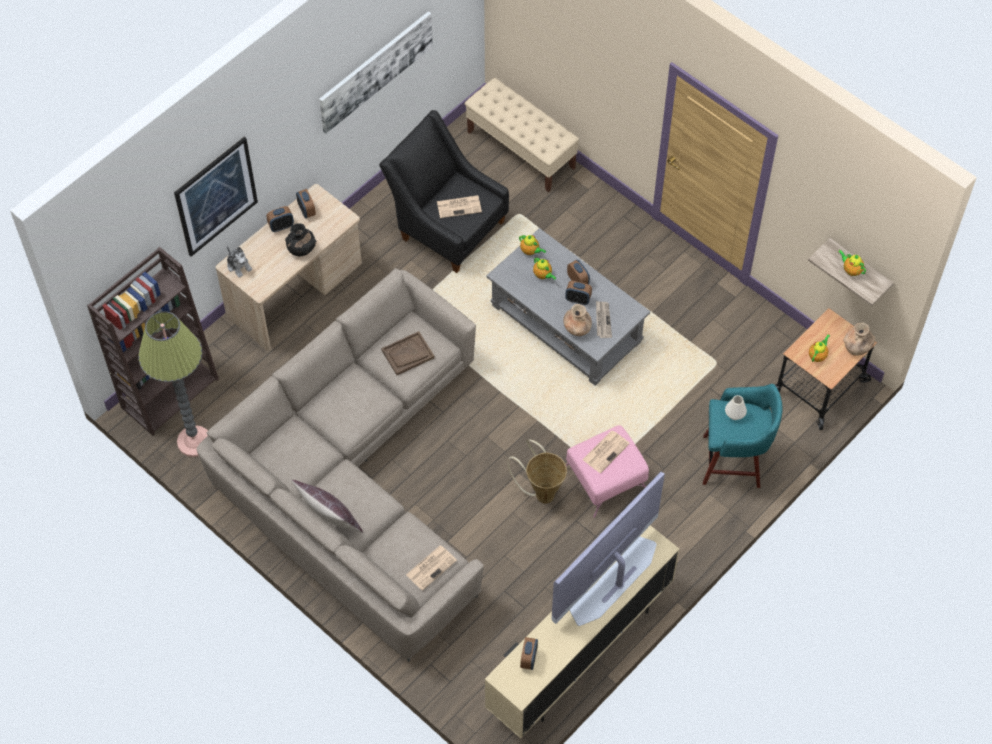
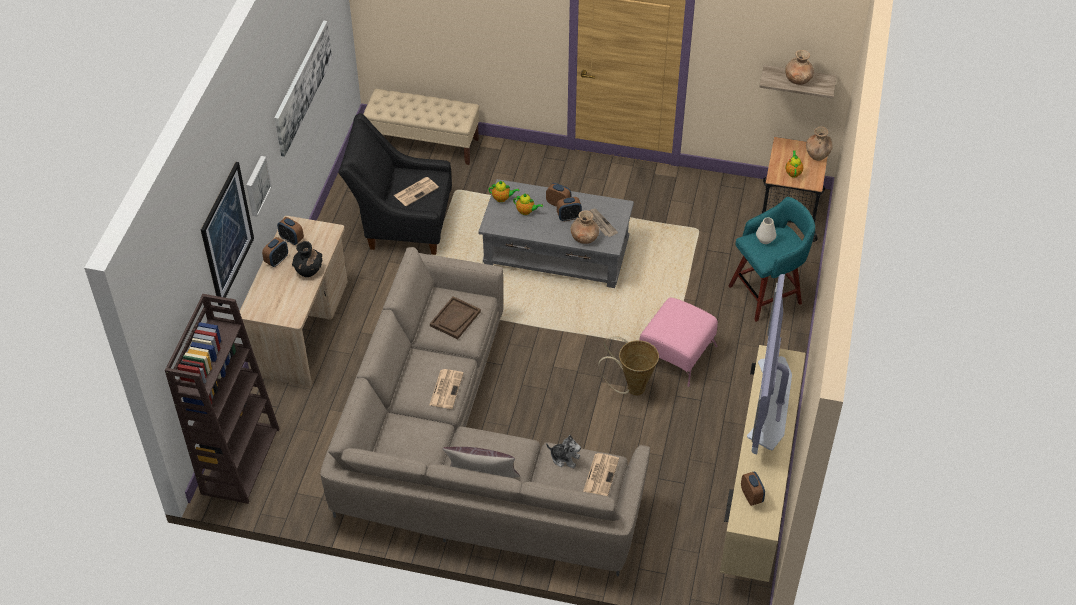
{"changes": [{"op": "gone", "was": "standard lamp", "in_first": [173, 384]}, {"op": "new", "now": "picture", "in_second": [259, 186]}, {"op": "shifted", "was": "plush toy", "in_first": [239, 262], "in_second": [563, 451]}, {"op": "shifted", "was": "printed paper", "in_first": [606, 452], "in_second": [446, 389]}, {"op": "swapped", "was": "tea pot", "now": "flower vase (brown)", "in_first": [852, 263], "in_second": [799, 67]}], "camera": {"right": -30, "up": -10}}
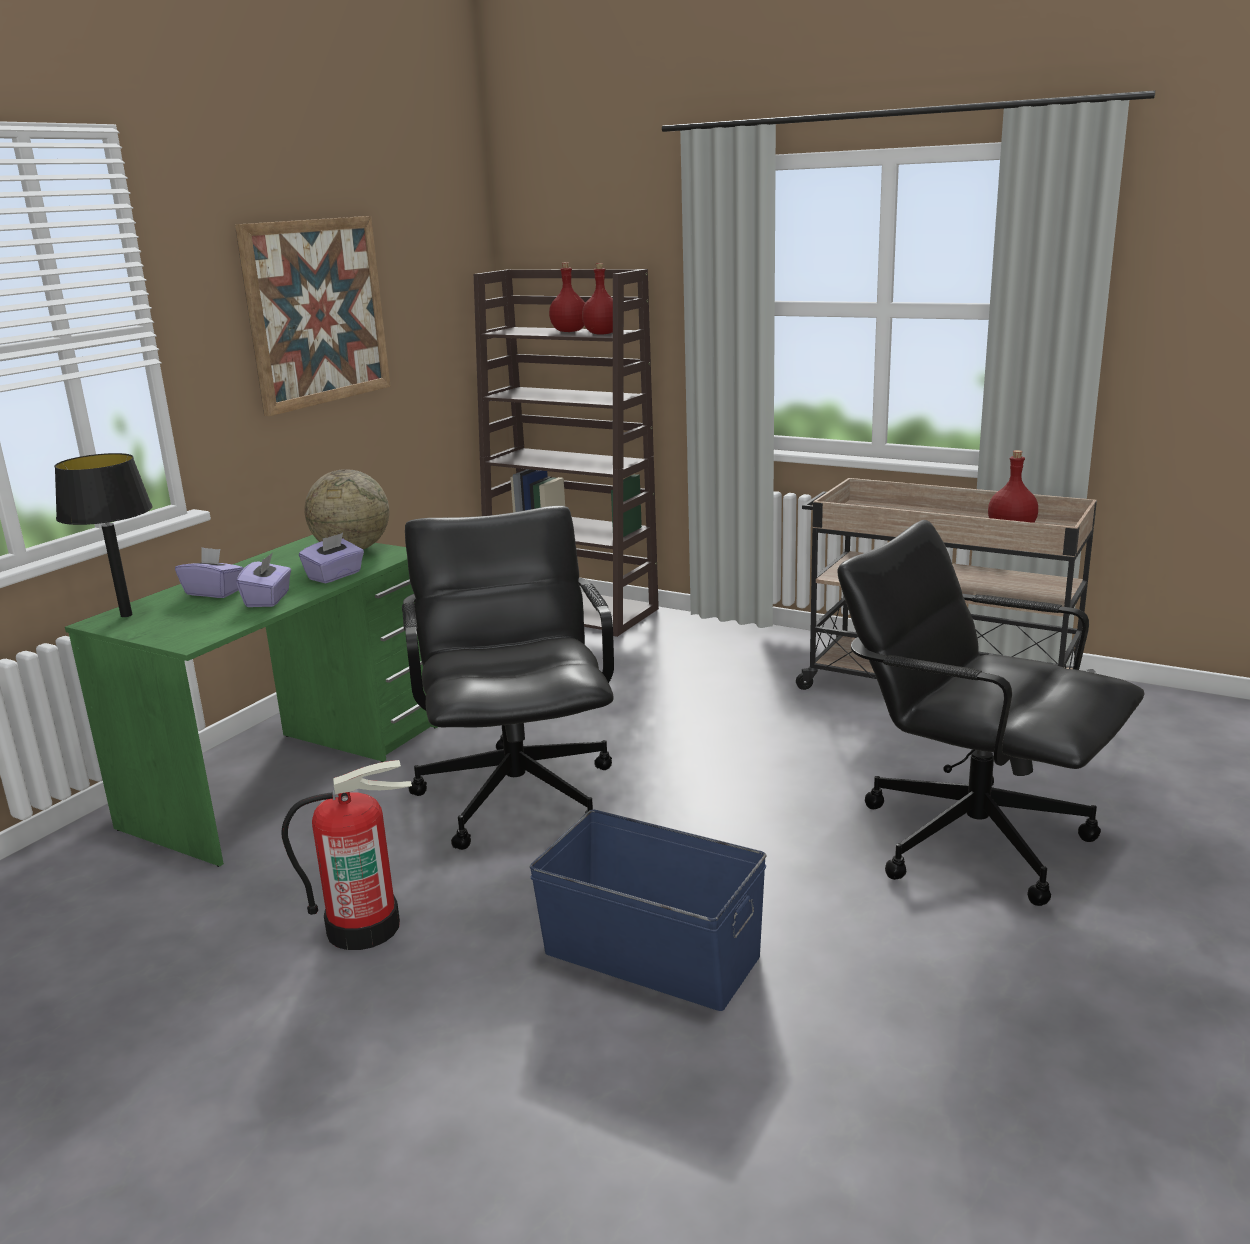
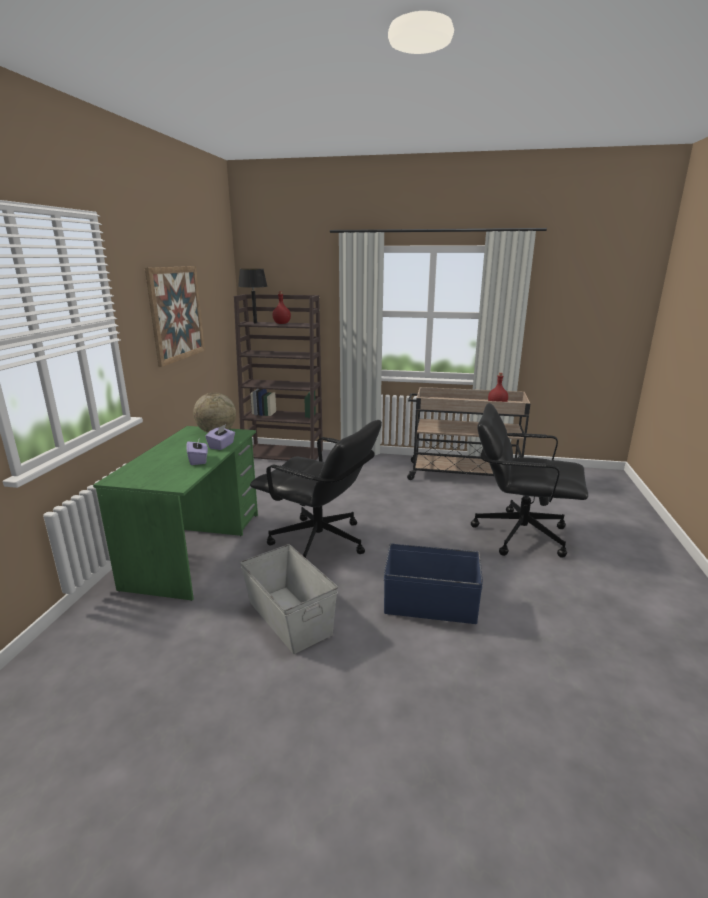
{"changes": [{"op": "gone", "was": "tissue box (purple)", "in_first": [209, 572]}, {"op": "gone", "was": "drink bottle (red)", "in_first": [597, 299]}, {"op": "shifted", "was": "table lamp (black)", "in_first": [103, 535], "in_second": [253, 296]}, {"op": "swapped", "was": "extinguisher", "now": "storage container (greyish)", "in_first": [347, 855], "in_second": [289, 599]}, {"op": "rotated", "was": "desk chair (black)", "in_first": [508, 678], "in_second": [316, 490], "clockwise": 150}], "camera": {"right": -20, "up": 0}}
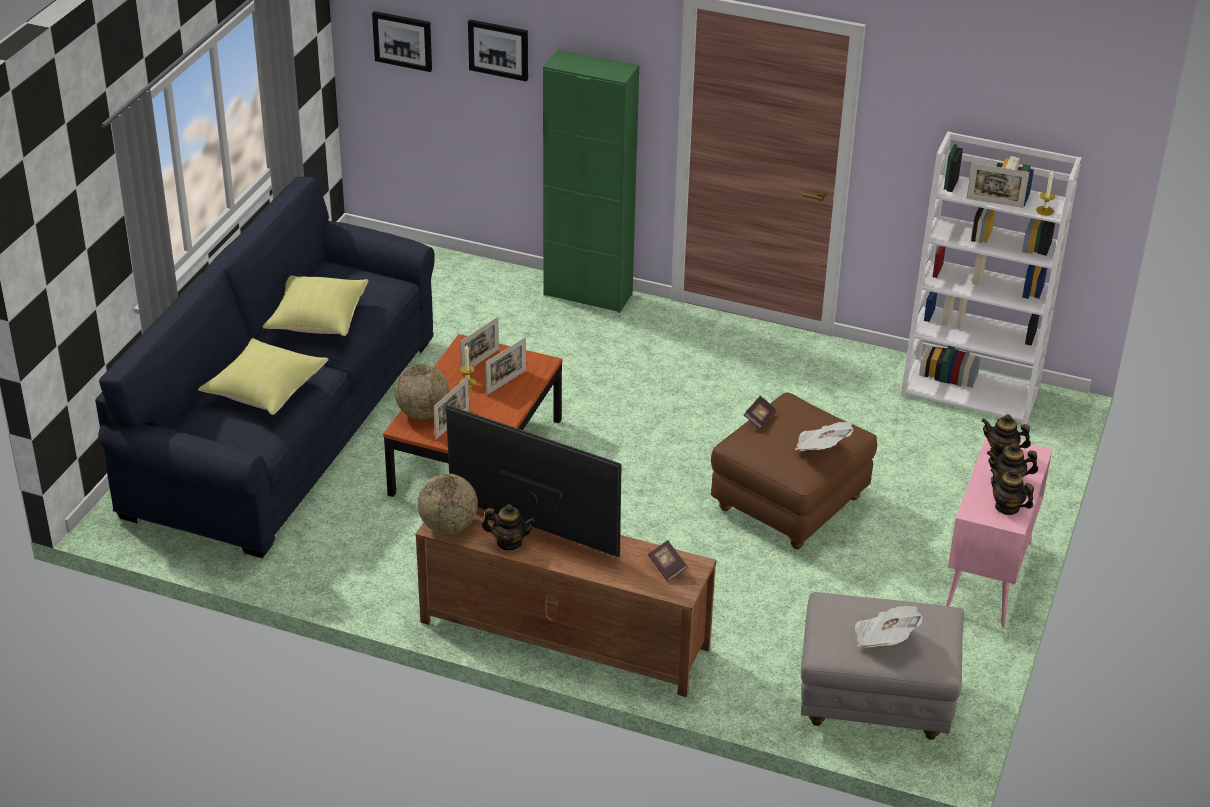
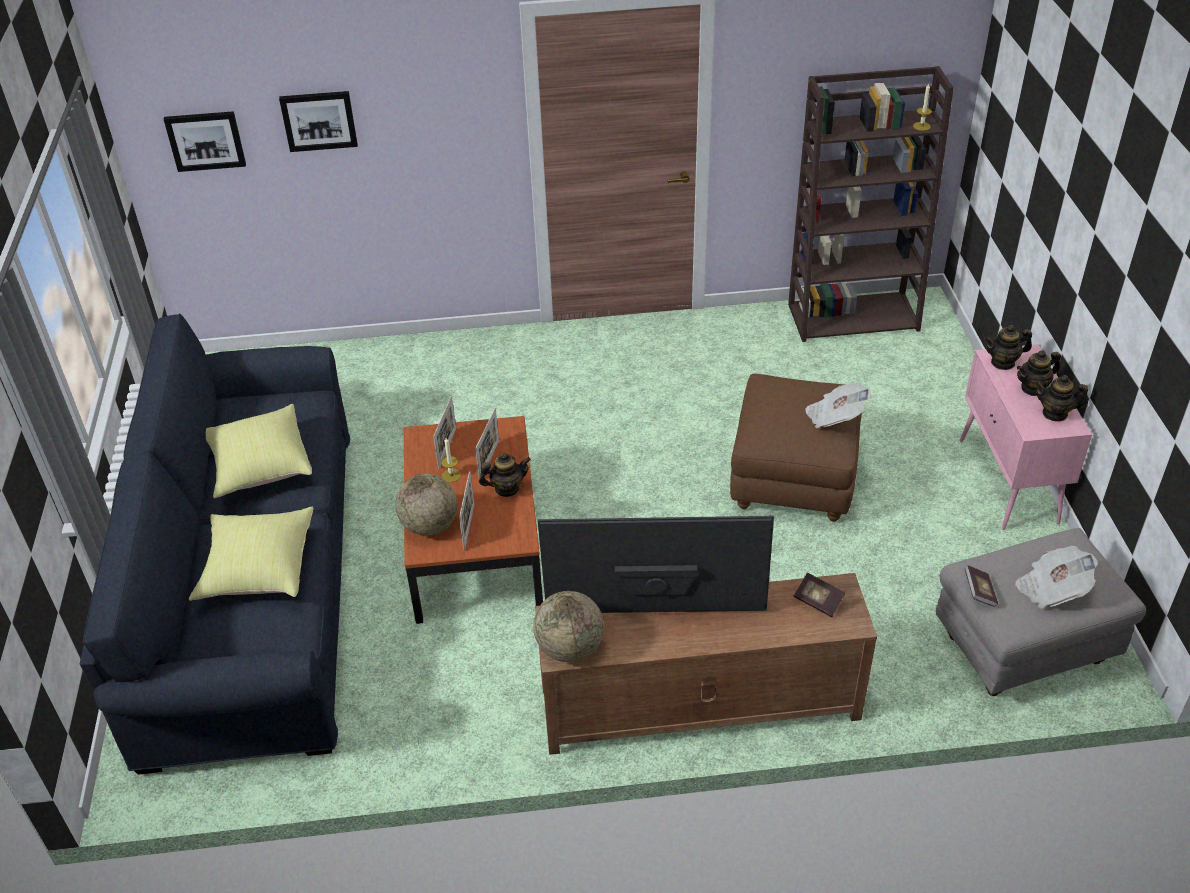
{"changes": [{"op": "gone", "was": "cabinet (green-coloured)", "in_first": [591, 181]}, {"op": "gone", "was": "standing frame", "in_first": [997, 185]}, {"op": "shifted", "was": "tea pot", "in_first": [508, 527], "in_second": [505, 474]}, {"op": "shifted", "was": "volume", "in_first": [760, 412], "in_second": [981, 586]}, {"op": "repainted", "was": "shelving unit (whitish)", "now": "shelving unit (brown)", "in_first": [991, 278], "in_second": [871, 204]}], "camera": {"right": -25, "up": 5}}
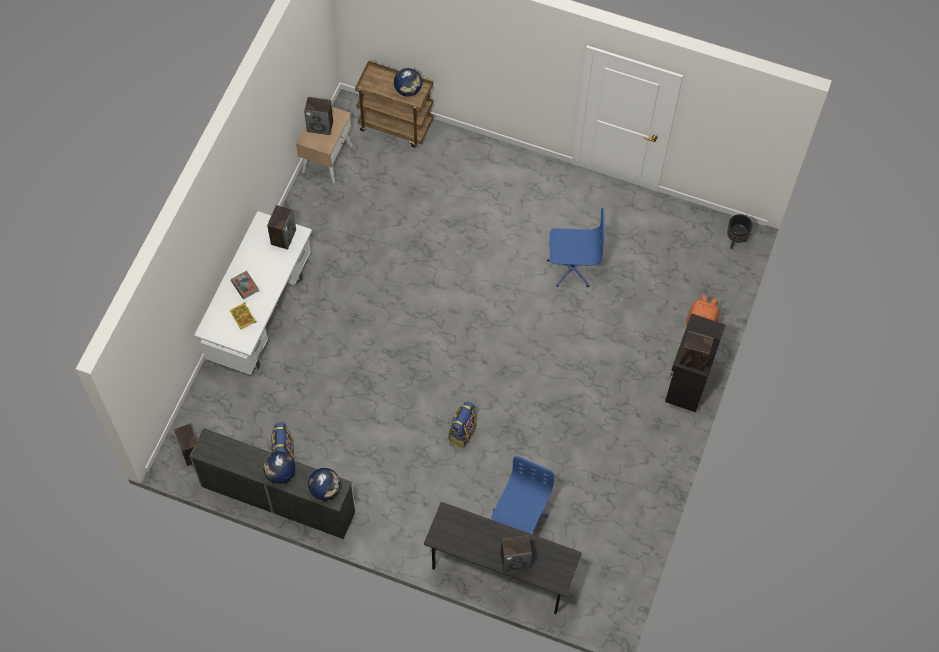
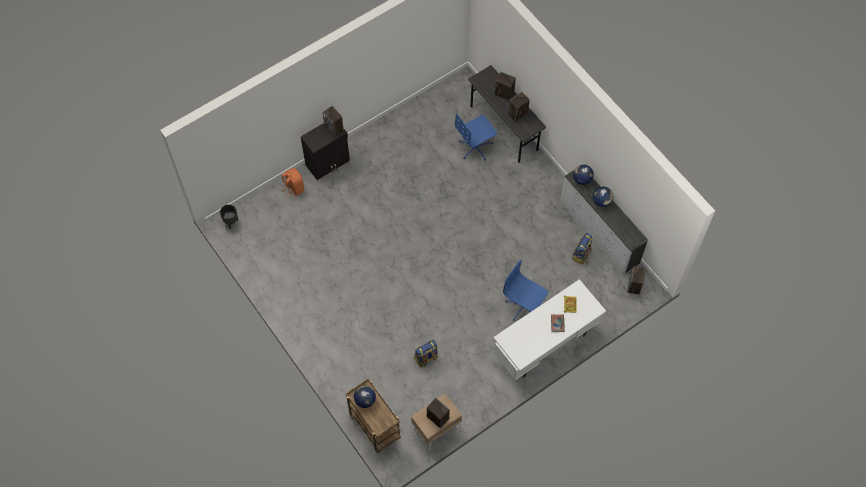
{"changes": [{"op": "shifted", "was": "speaker", "in_first": [281, 227], "in_second": [519, 107]}, {"op": "shifted", "was": "rucksack", "in_first": [463, 425], "in_second": [426, 353]}, {"op": "shifted", "was": "desk chair (blue-coloured)", "in_first": [576, 248], "in_second": [525, 290]}], "camera": {"right": -145, "up": 0}}
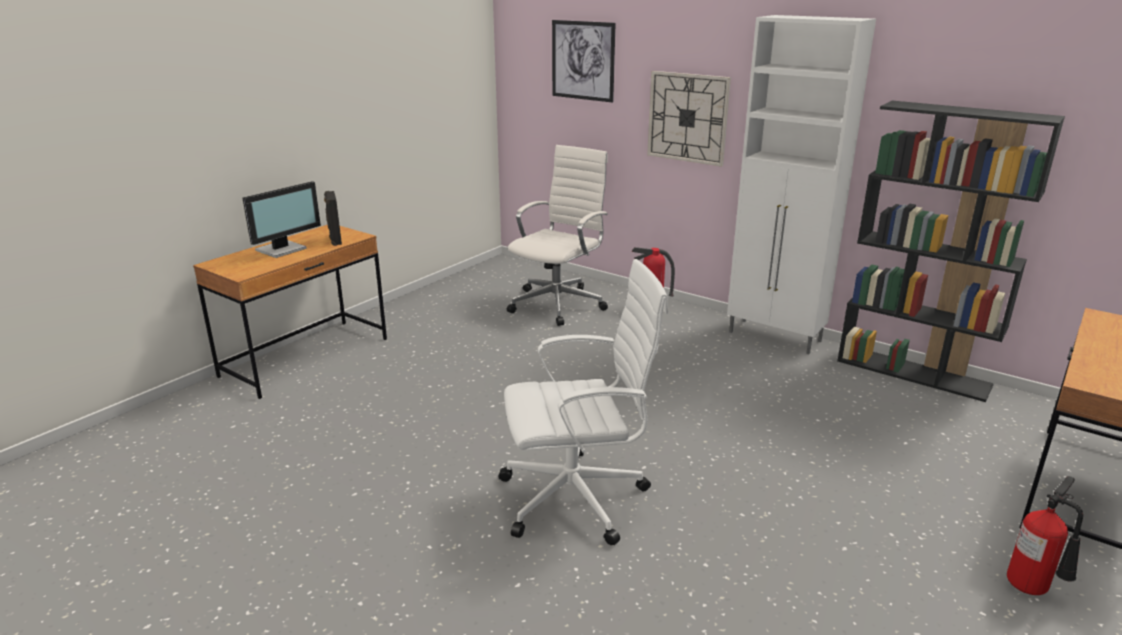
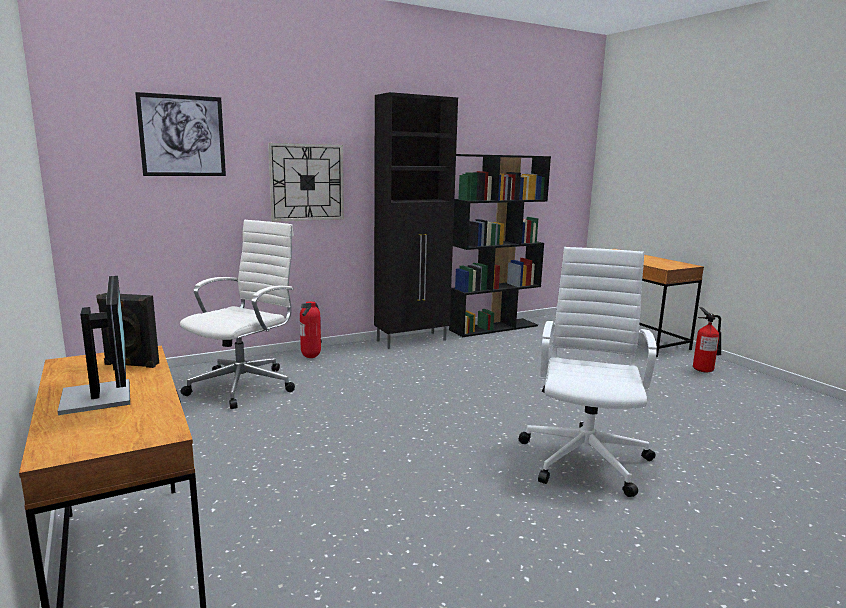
{"changes": [{"op": "repainted", "was": "cabinet (whitish)", "now": "cabinet (black)", "in_first": [801, 184], "in_second": [416, 220]}, {"op": "rotated", "was": "desk chair (whitish)", "in_first": [557, 235], "in_second": [237, 314], "clockwise": 60}], "camera": {"right": -65, "up": -10}}
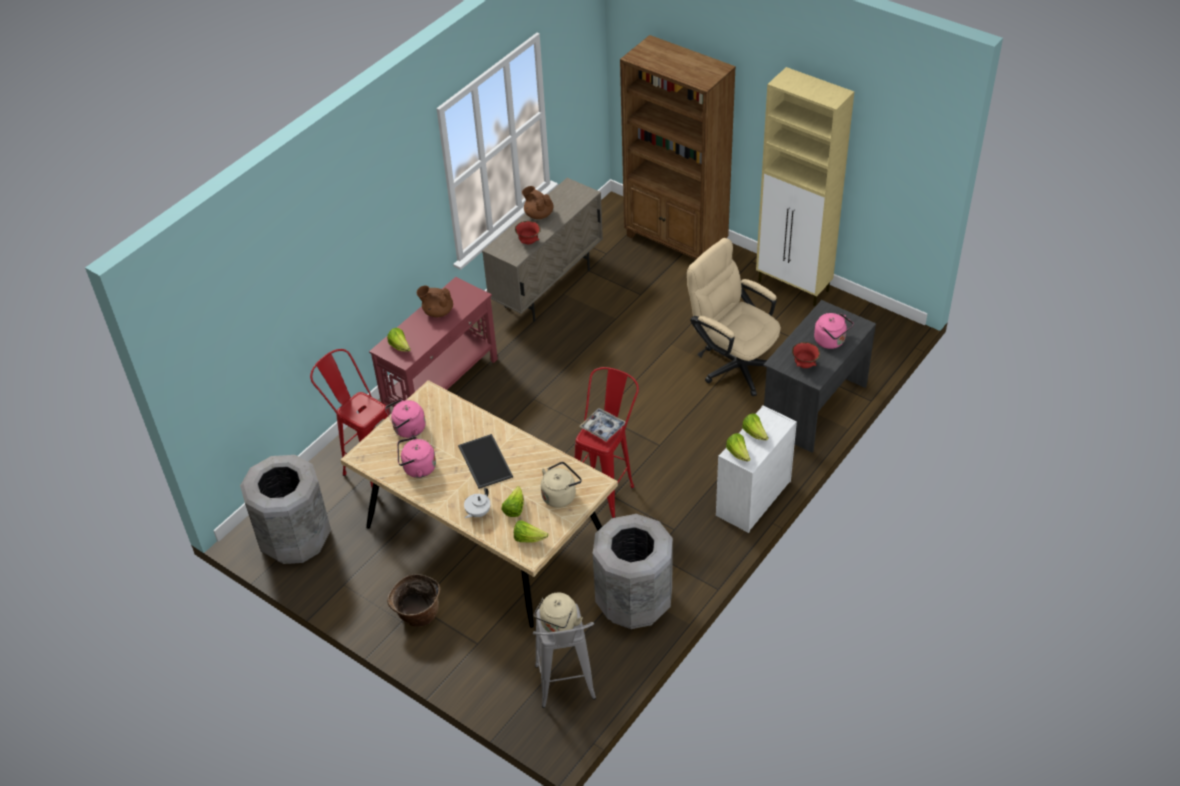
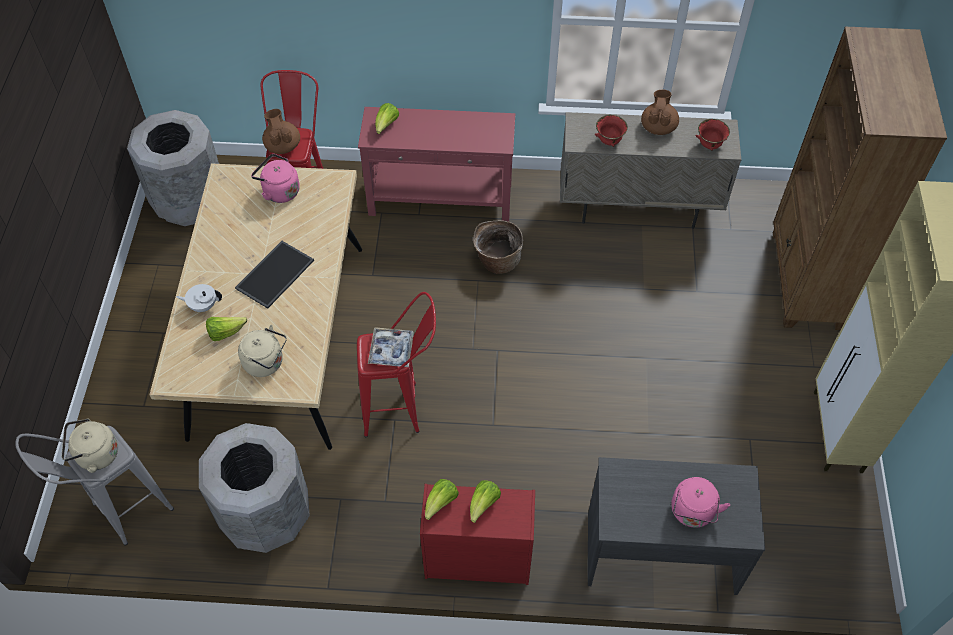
{"changes": [{"op": "gone", "was": "kettle (pink)", "in_first": [416, 457]}, {"op": "gone", "was": "lettuce", "in_first": [531, 531]}, {"op": "gone", "was": "desk chair (beige-coloured)", "in_first": [734, 317]}, {"op": "shifted", "was": "household basket", "in_first": [413, 600], "in_second": [498, 247]}, {"op": "shifted", "was": "tea pot (brown)", "in_first": [435, 301], "in_second": [281, 131]}, {"op": "shifted", "was": "serving bowl (red)", "in_first": [806, 355], "in_second": [713, 135]}, {"op": "repainted", "was": "dresser (whitish)", "now": "dresser (red)", "in_first": [756, 469], "in_second": [477, 534]}], "camera": {"right": 55, "up": 10}}
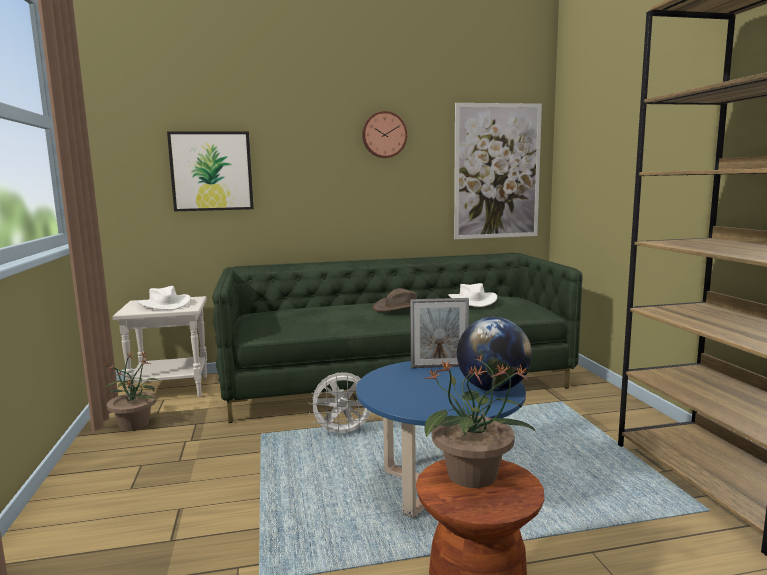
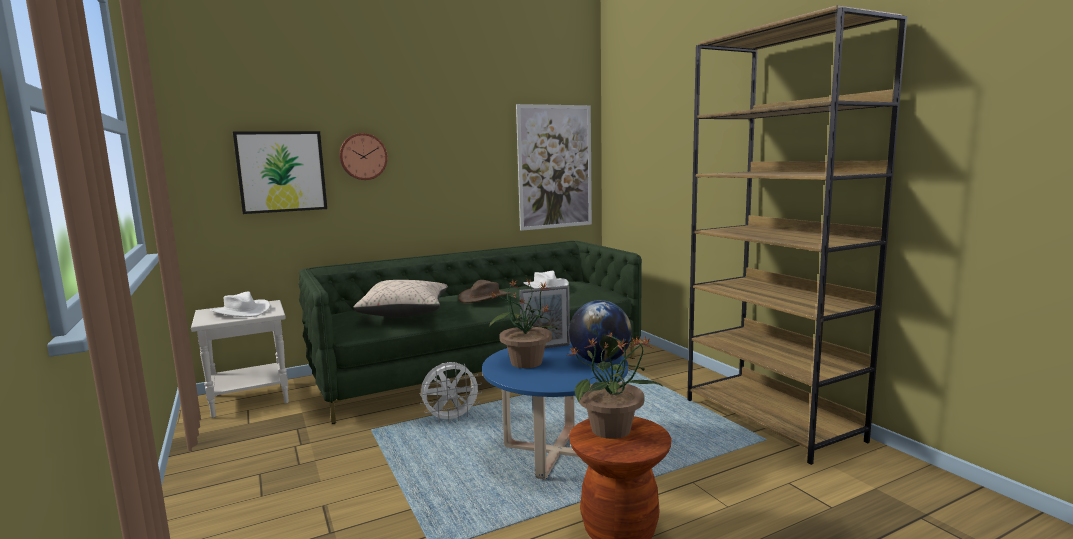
{"changes": [{"op": "new", "now": "cushion (beige-coloured)", "in_second": [400, 298]}, {"op": "shifted", "was": "plant in a pot", "in_first": [131, 391], "in_second": [523, 323]}, {"op": "shifted", "was": "wall clock", "in_first": [384, 134], "in_second": [363, 156]}], "camera": {"right": -15, "up": 0}}
